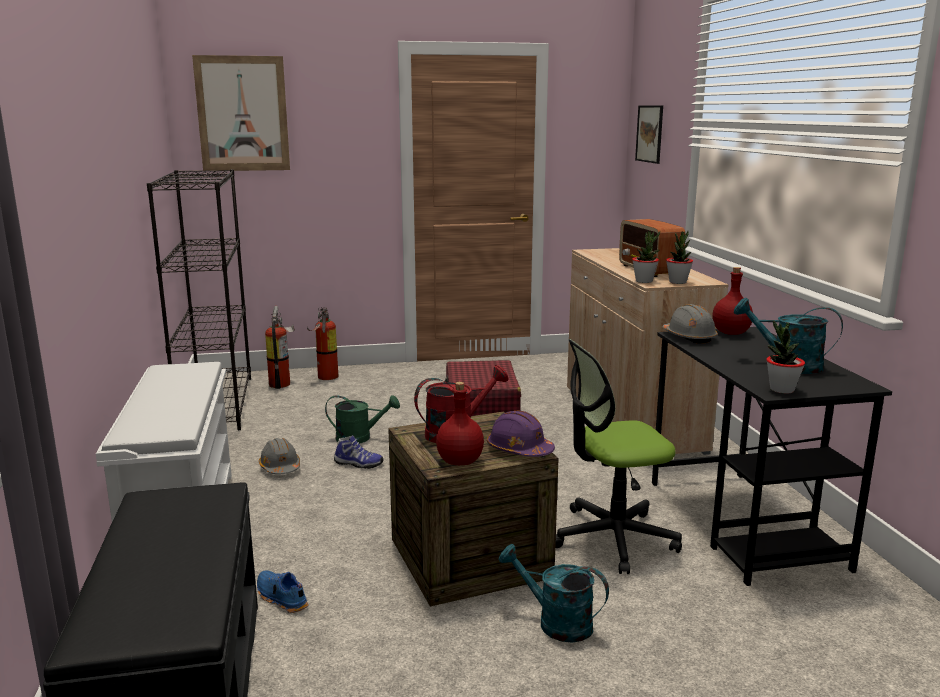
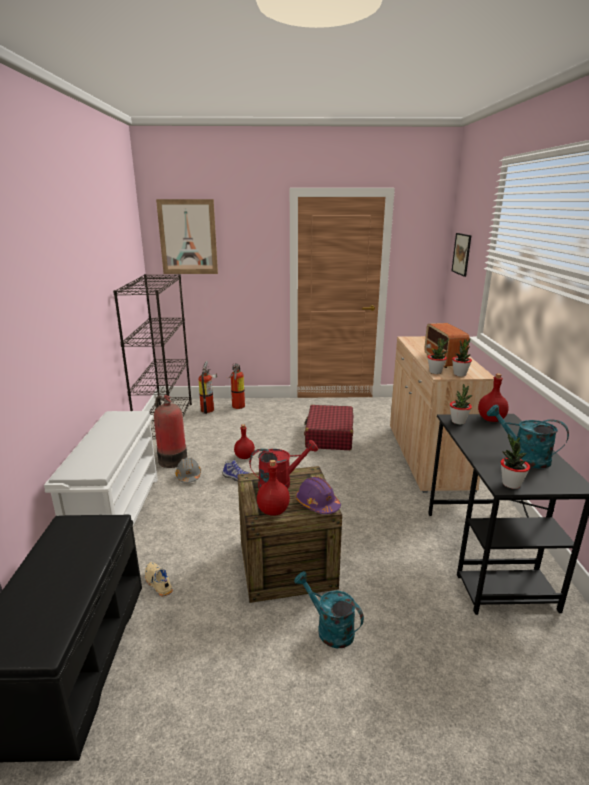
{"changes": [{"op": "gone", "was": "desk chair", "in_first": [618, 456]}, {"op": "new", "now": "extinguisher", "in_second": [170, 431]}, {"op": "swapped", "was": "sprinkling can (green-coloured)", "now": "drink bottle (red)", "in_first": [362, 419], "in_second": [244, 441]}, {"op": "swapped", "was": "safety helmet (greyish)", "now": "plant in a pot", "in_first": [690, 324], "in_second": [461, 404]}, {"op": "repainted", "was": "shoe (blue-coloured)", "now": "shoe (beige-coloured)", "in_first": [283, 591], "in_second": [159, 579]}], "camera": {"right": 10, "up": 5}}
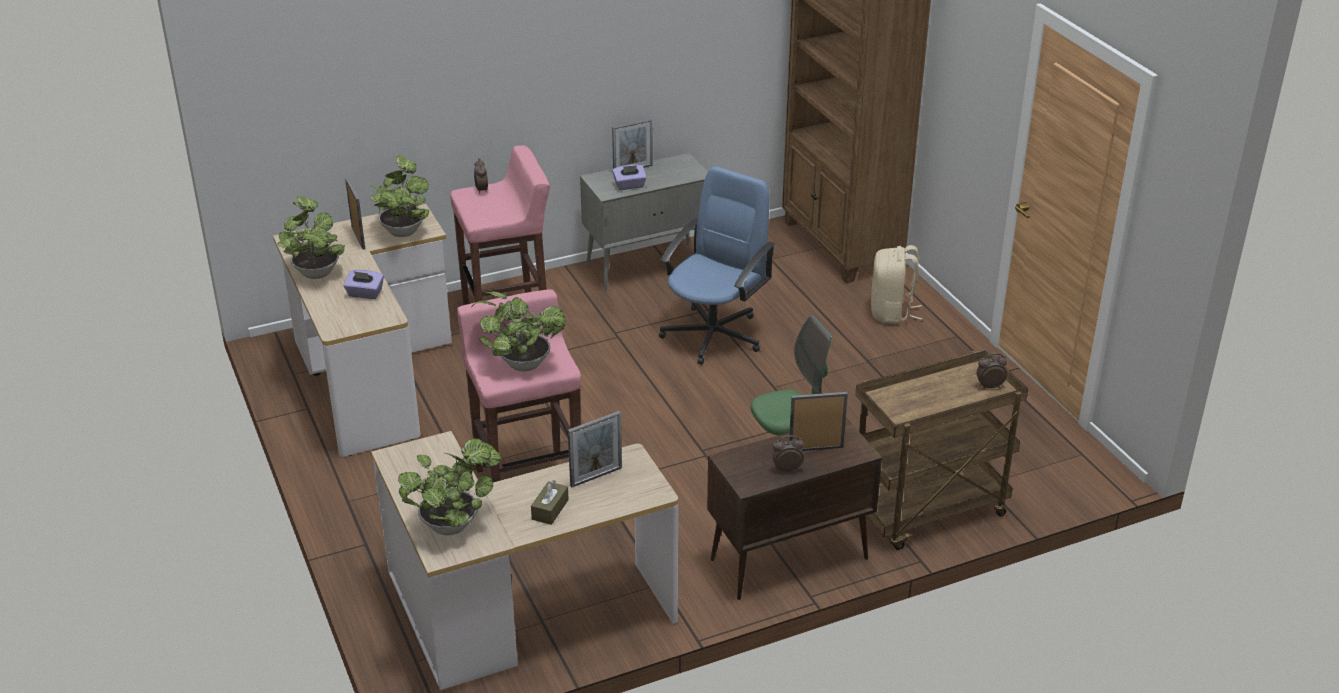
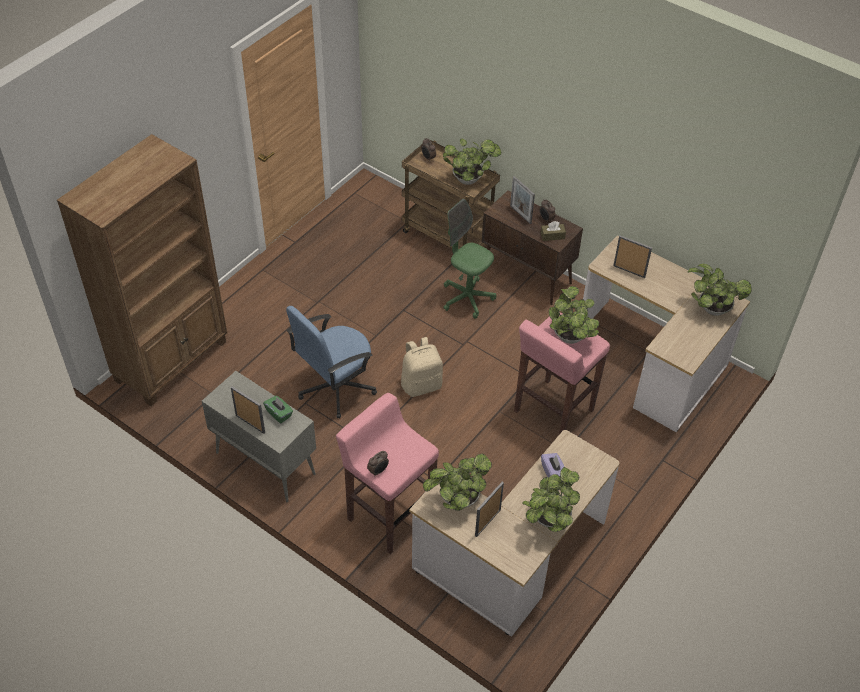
{"changes": [{"op": "new", "now": "plant in a pot", "in_second": [472, 162]}, {"op": "shifted", "was": "tissue box (brown)", "in_first": [550, 502], "in_second": [553, 231]}, {"op": "shifted", "was": "rucksack (beige-coloured)", "in_first": [896, 284], "in_second": [422, 367]}, {"op": "repainted", "was": "tissue box (purple)", "now": "tissue box (green-coloured)", "in_first": [629, 177], "in_second": [278, 409]}, {"op": "rotated", "was": "desk chair (blue-coloured)", "in_first": [717, 265], "in_second": [331, 362], "clockwise": -45}], "camera": {"right": -120, "up": 15}}
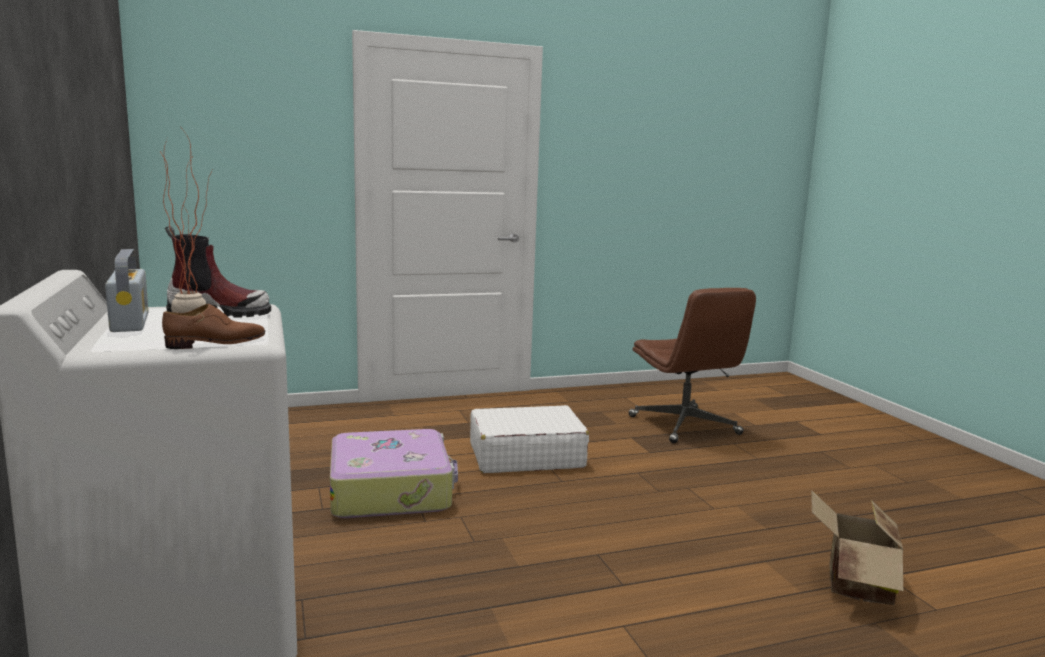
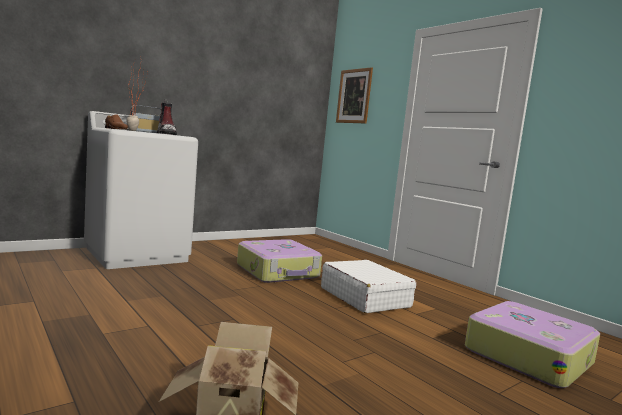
{"changes": [{"op": "new", "now": "picture", "in_second": [354, 95]}, {"op": "swapped", "was": "desk chair (brown)", "now": "piece of luggage", "in_first": [692, 365], "in_second": [532, 344]}], "camera": {"right": 70, "up": -5}}
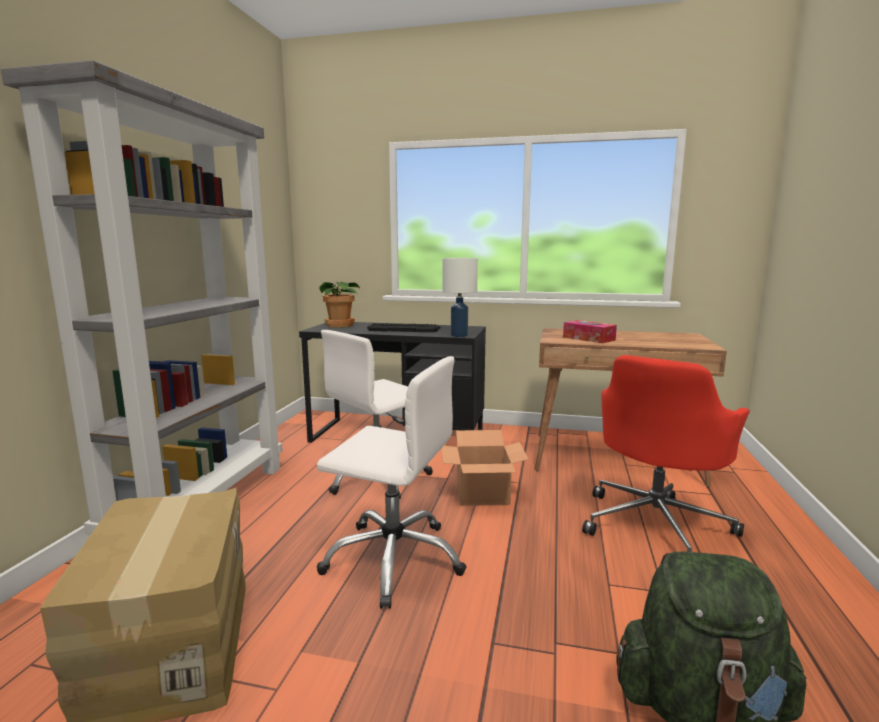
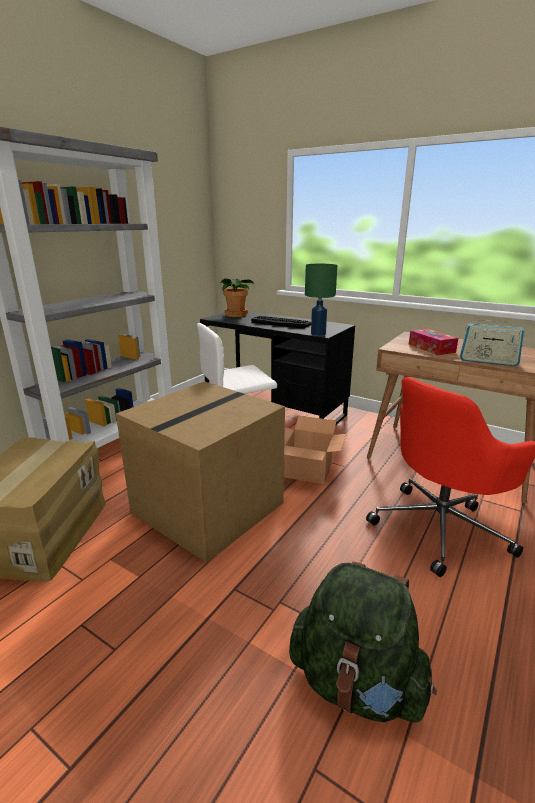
{"changes": [{"op": "new", "now": "radio set", "in_second": [492, 341]}, {"op": "swapped", "was": "desk chair (whitish)", "now": "carton", "in_first": [391, 482], "in_second": [200, 472]}, {"op": "repainted", "was": "table lamp (whitish)", "now": "table lamp (green-coloured)", "in_first": [460, 297], "in_second": [321, 300]}], "camera": {"right": 20, "up": 10}}
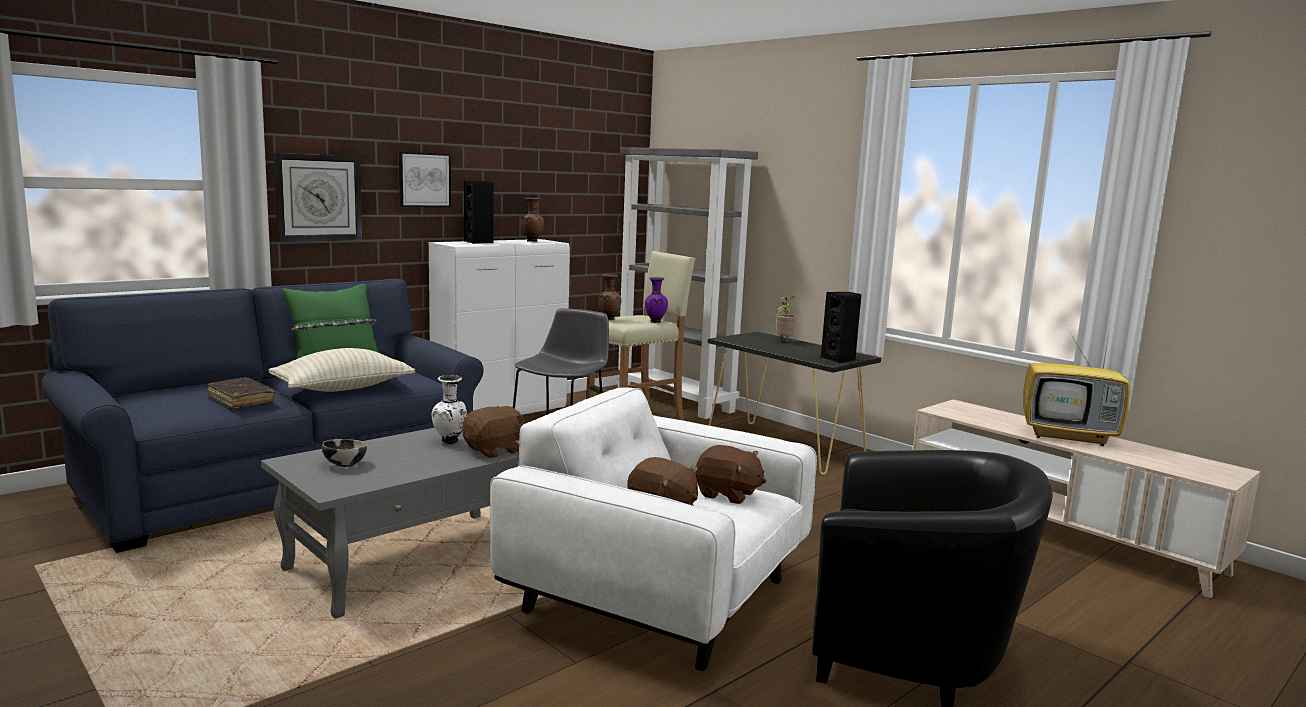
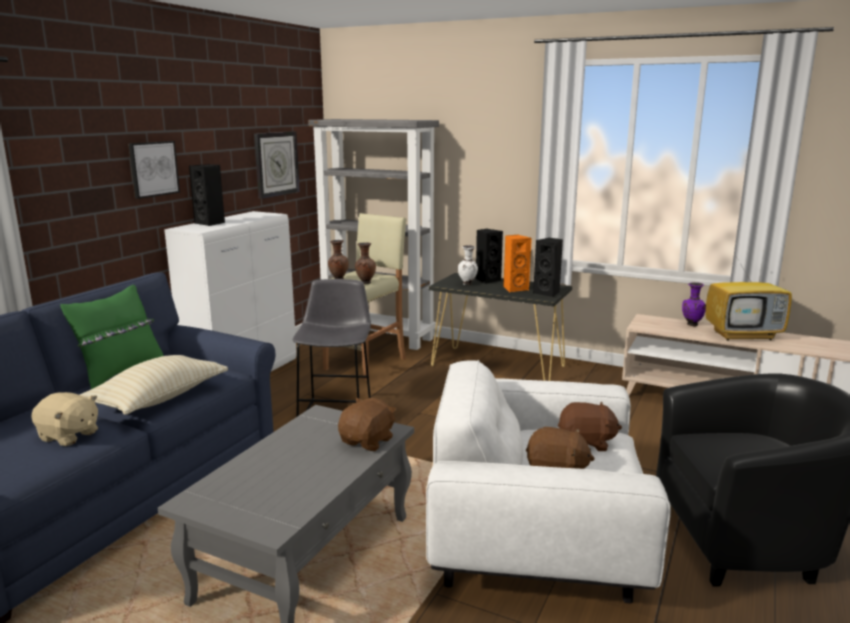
{"changes": [{"op": "gone", "was": "serving bowl", "in_first": [344, 453]}, {"op": "new", "now": "speaker (orangey)", "in_second": [517, 263]}, {"op": "shifted", "was": "wall clock", "in_first": [318, 197], "in_second": [277, 165]}, {"op": "shifted", "was": "flower vase (whitish)", "in_first": [449, 409], "in_second": [468, 265]}, {"op": "shifted", "was": "flower vase (brown)", "in_first": [532, 220], "in_second": [365, 263]}, {"op": "shifted", "was": "flower vase (purple)", "in_first": [656, 300], "in_second": [694, 304]}, {"op": "swapped", "was": "volume (brown)", "now": "plush toy (beige-coloured)", "in_first": [242, 393], "in_second": [64, 419]}, {"op": "swapped", "was": "plant in a pot", "now": "speaker (black)", "in_first": [786, 317], "in_second": [489, 256]}], "camera": {"right": -20, "up": 5}}
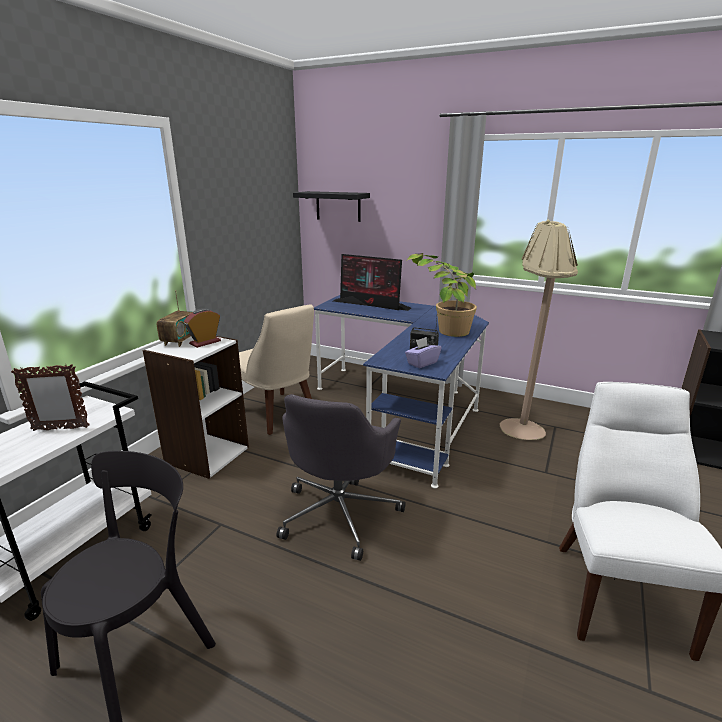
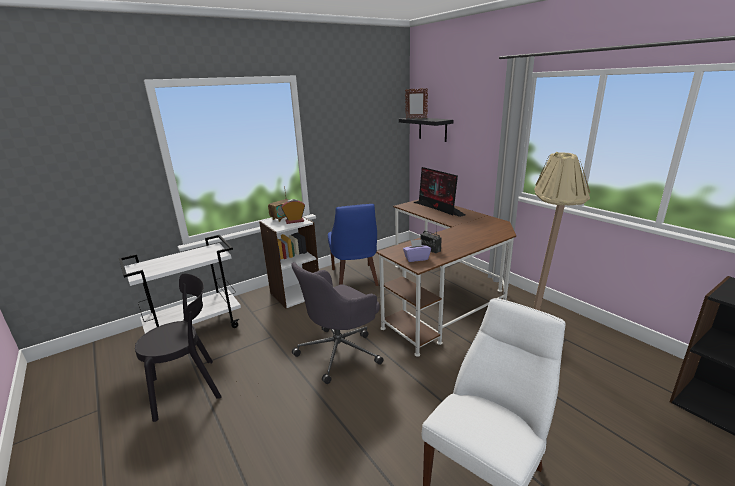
{"changes": [{"op": "gone", "was": "plant in a pot", "in_first": [441, 295]}, {"op": "shifted", "was": "standing frame", "in_first": [50, 397], "in_second": [416, 103]}, {"op": "repainted", "was": "chair (beige-coloured)", "now": "chair (blue-coloured)", "in_first": [276, 369], "in_second": [353, 245]}, {"op": "repainted", "was": "desk (blue-coloured)", "now": "desk (brown)", "in_first": [401, 391], "in_second": [446, 278]}], "camera": {"right": 30, "up": 0}}
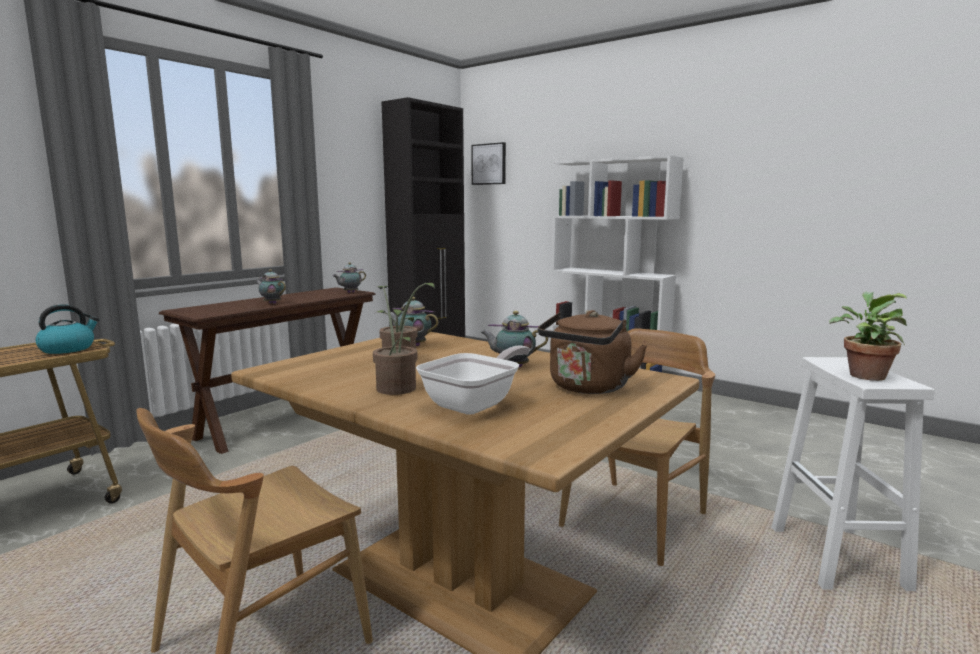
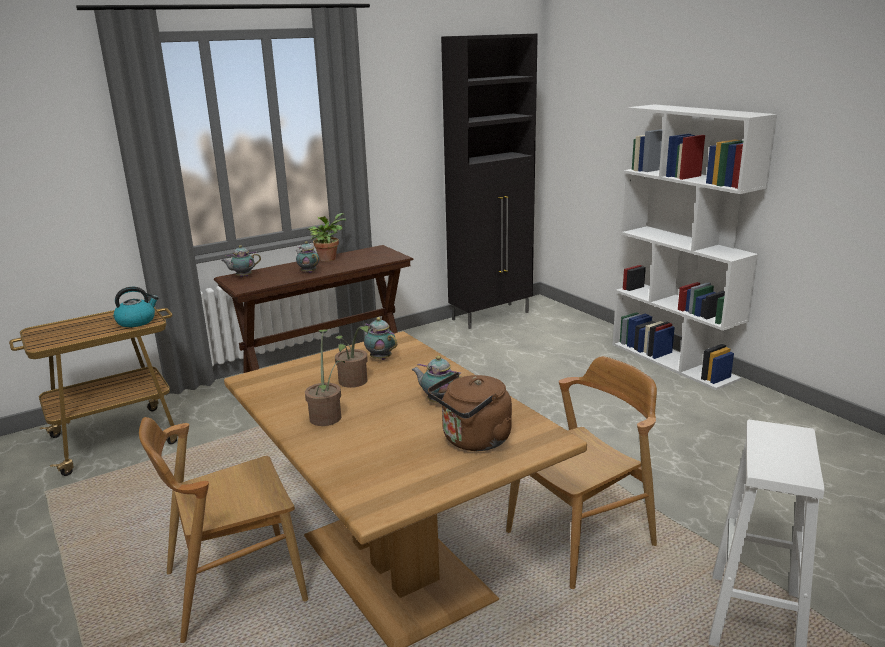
{"changes": [{"op": "gone", "was": "frying pan", "in_first": [473, 380]}, {"op": "gone", "was": "picture", "in_first": [488, 163]}, {"op": "shifted", "was": "tea pot", "in_first": [349, 277], "in_second": [241, 261]}, {"op": "shifted", "was": "plant in a pot", "in_first": [868, 336], "in_second": [327, 237]}], "camera": {"right": 20, "up": 10}}
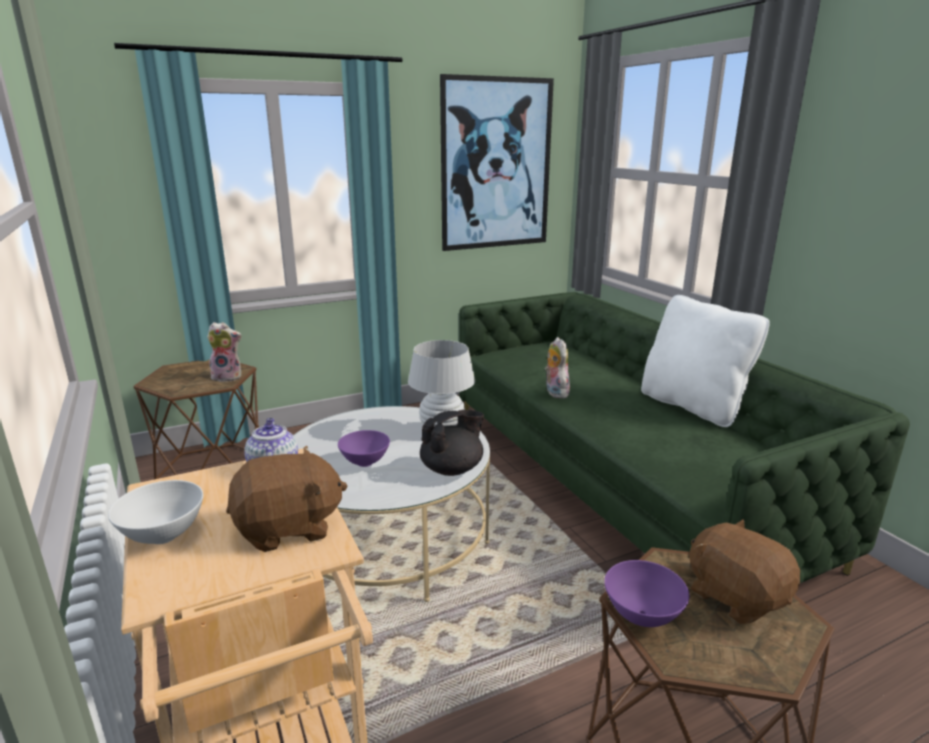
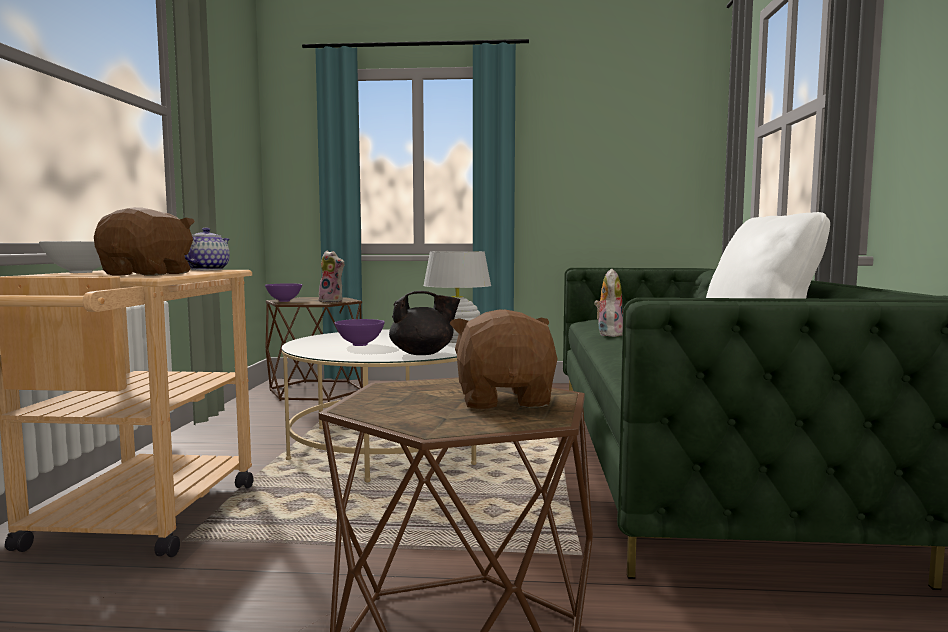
{"changes": [{"op": "gone", "was": "picture", "in_first": [497, 162]}, {"op": "shifted", "was": "serving bowl (purple)", "in_first": [647, 593], "in_second": [283, 292]}, {"op": "rotated", "was": "plush toy (brown)", "in_first": [287, 499], "in_second": [144, 241], "clockwise": -90}], "camera": {"right": 30, "up": -15}}
